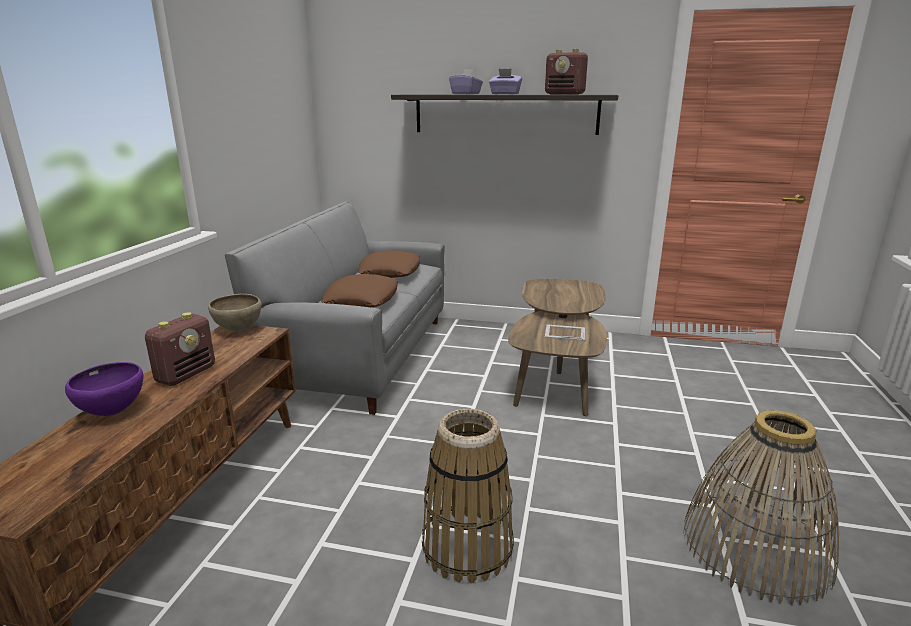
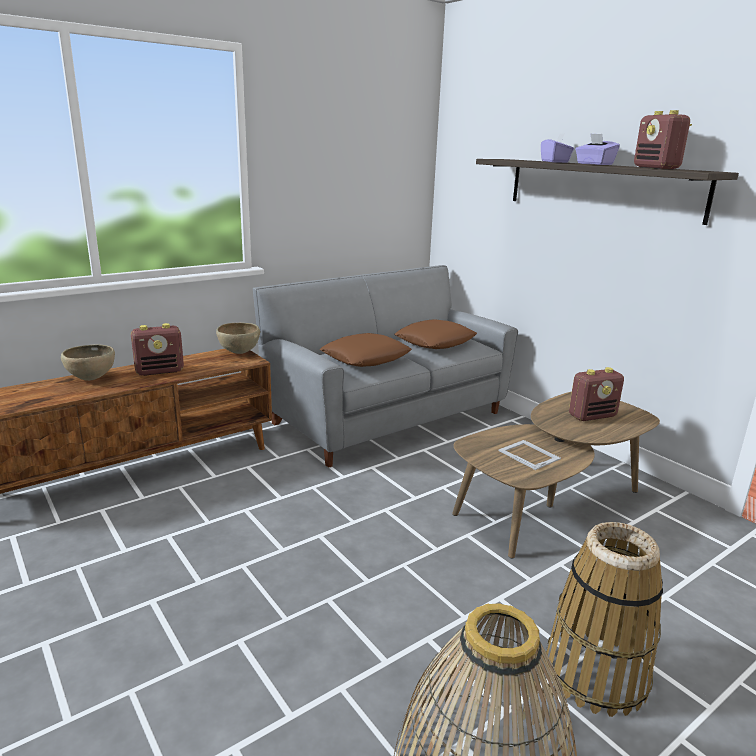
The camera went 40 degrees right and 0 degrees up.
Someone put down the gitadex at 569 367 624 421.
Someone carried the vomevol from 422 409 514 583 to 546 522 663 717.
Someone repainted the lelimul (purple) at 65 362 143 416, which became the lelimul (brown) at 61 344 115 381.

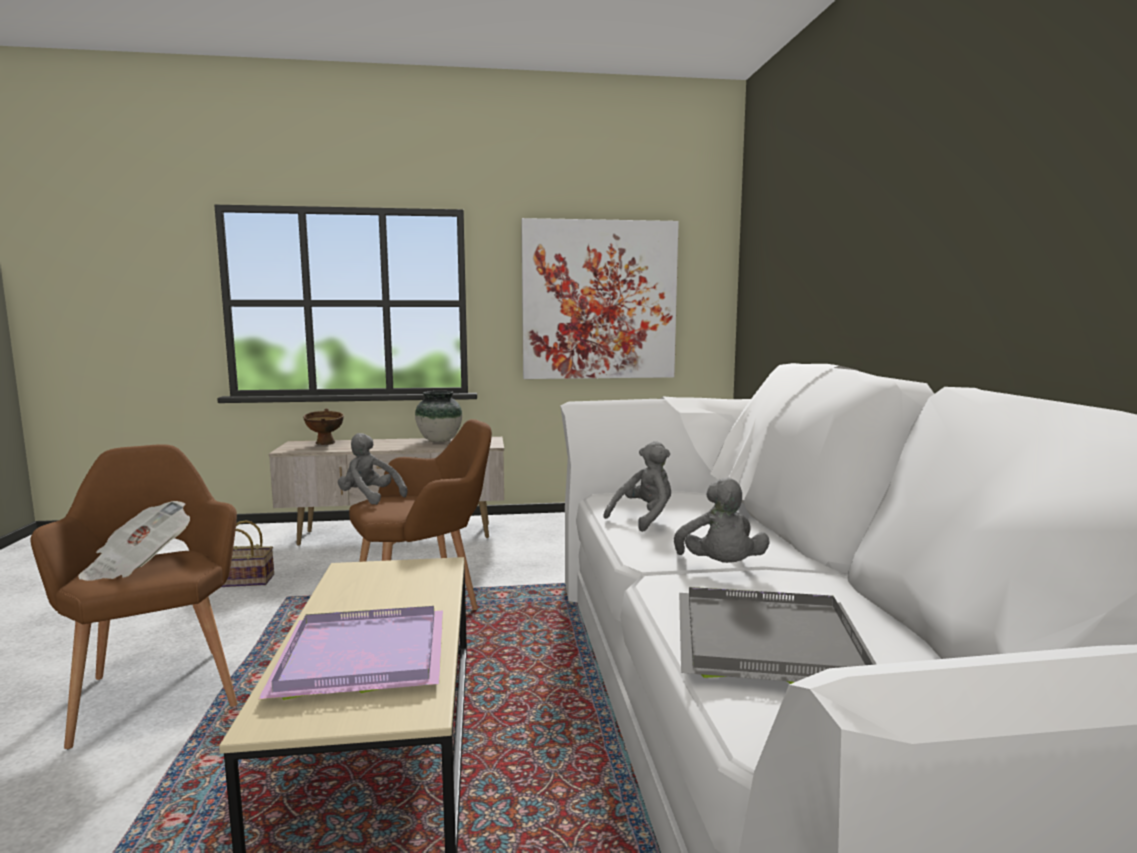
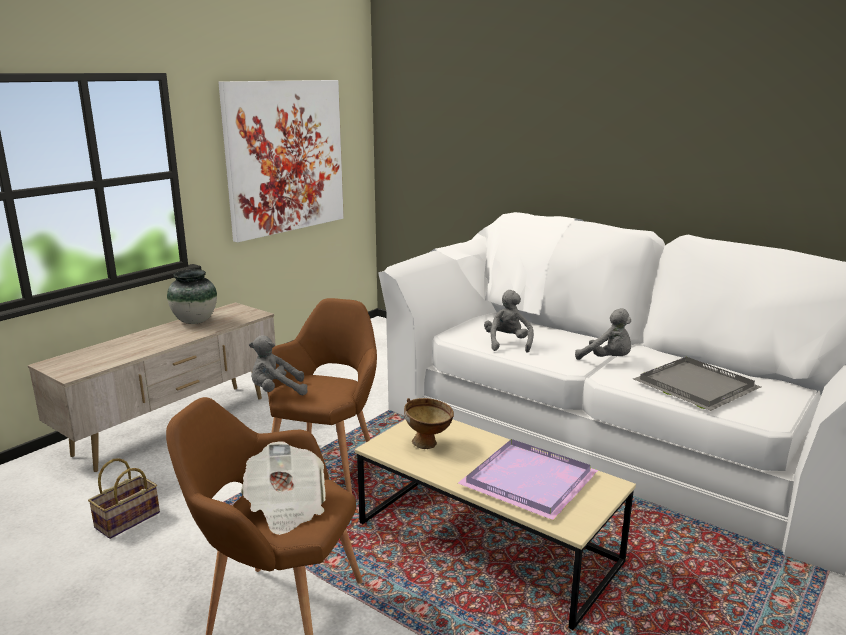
The camera went 45 degrees left and 10 degrees up.
Someone carried the lelimul (brown) from 303 409 344 445 to 404 398 454 449.

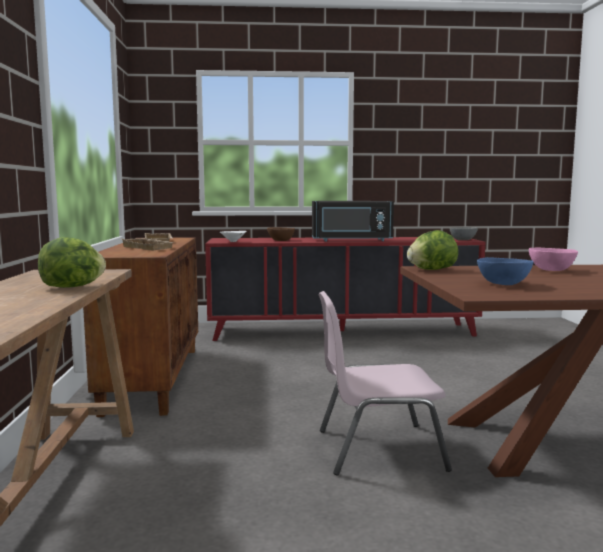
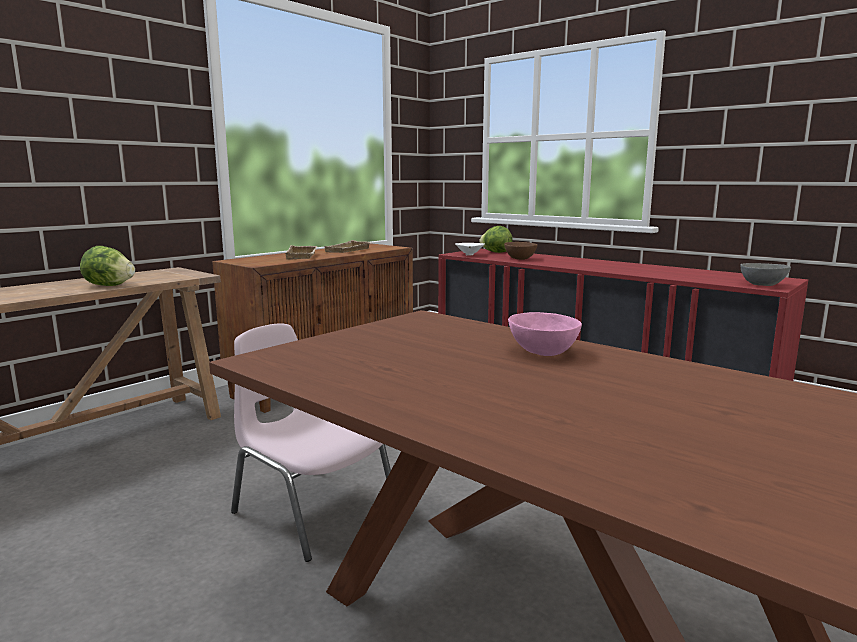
The camera went 45 degrees right and 5 degrees up.
Someone took away the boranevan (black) at 312 201 394 241.
Someone took away the lelimul (blue) at 477 257 533 285.
Someone carried the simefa from 407 230 458 270 to 479 226 513 253.

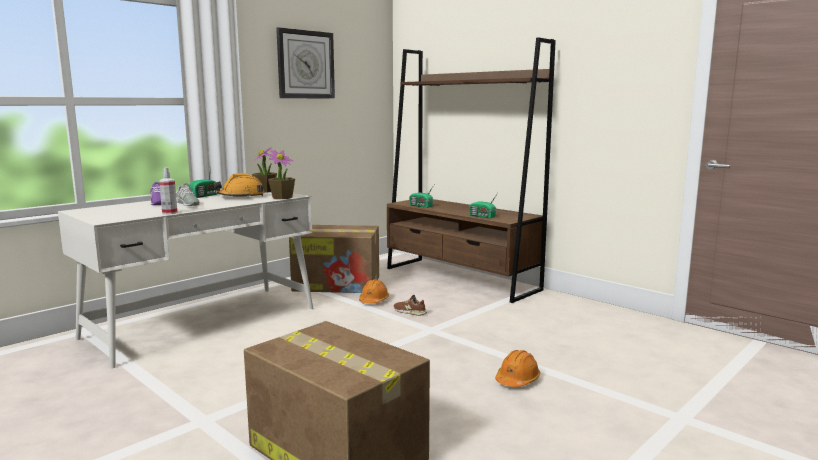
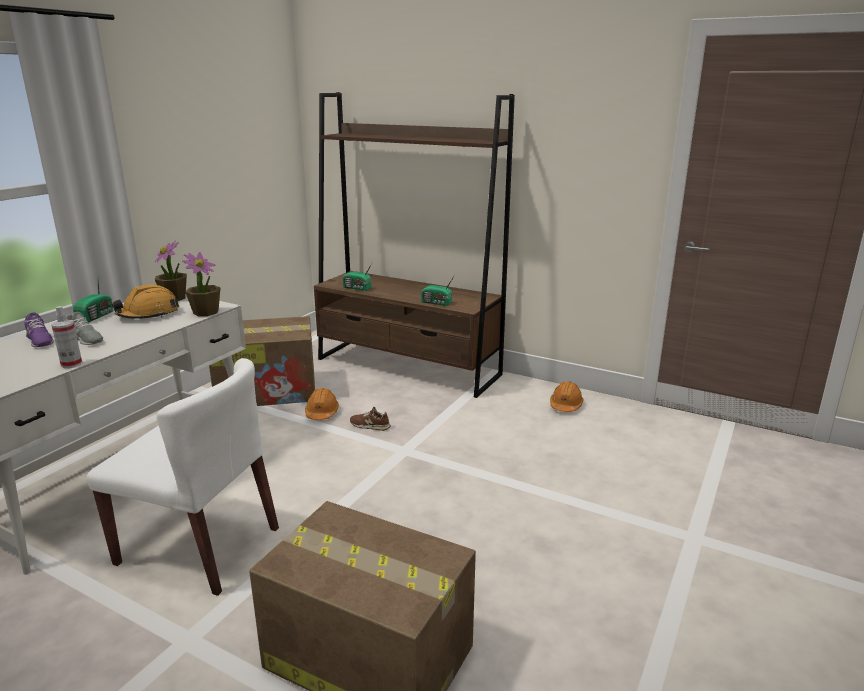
The camera went 15 degrees left and 10 degrees up.
Someone took away the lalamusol at 276 27 335 99.
Someone put down the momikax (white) at 87 358 279 596.
Someone carried the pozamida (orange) from 495 350 540 387 to 550 381 583 412.

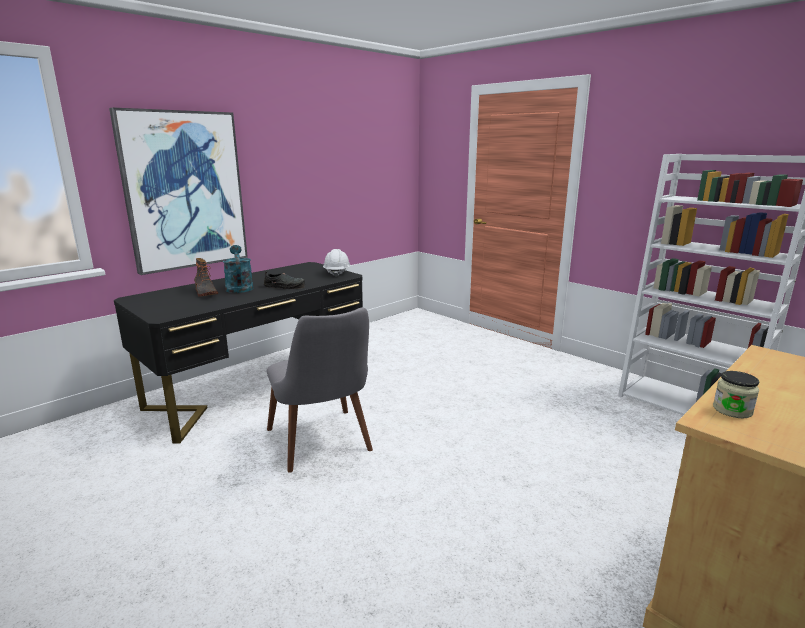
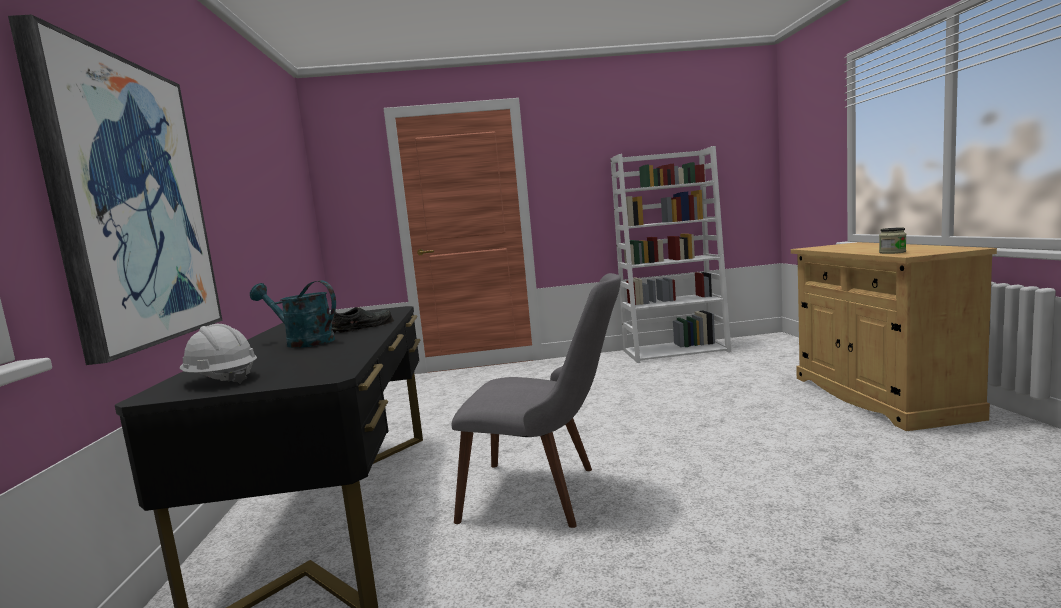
The camera went 50 degrees left and 10 degrees down.
Someone took away the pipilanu at 194 258 218 297.
Someone carried the pozamida (white) from 323 249 351 277 to 180 324 257 384.

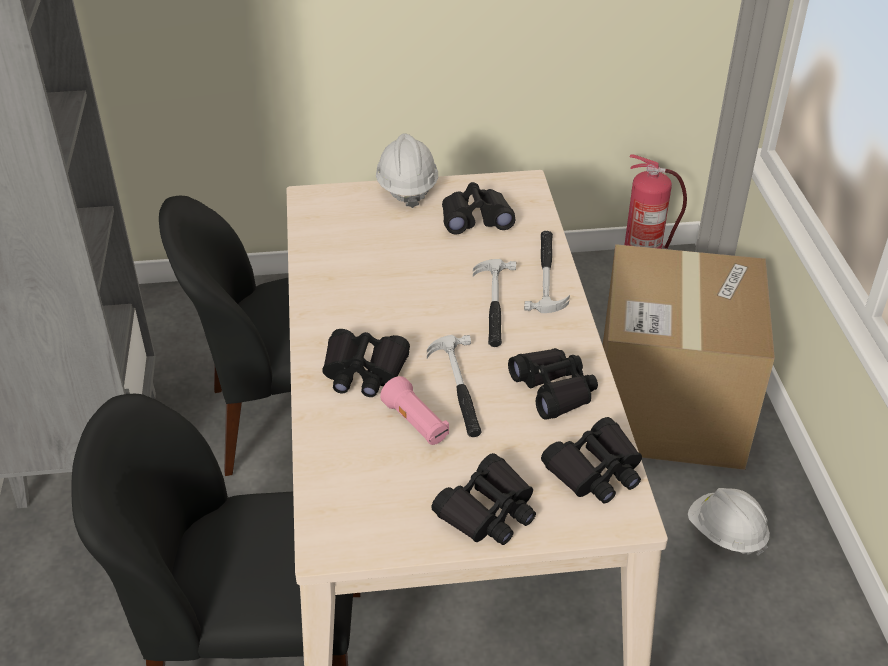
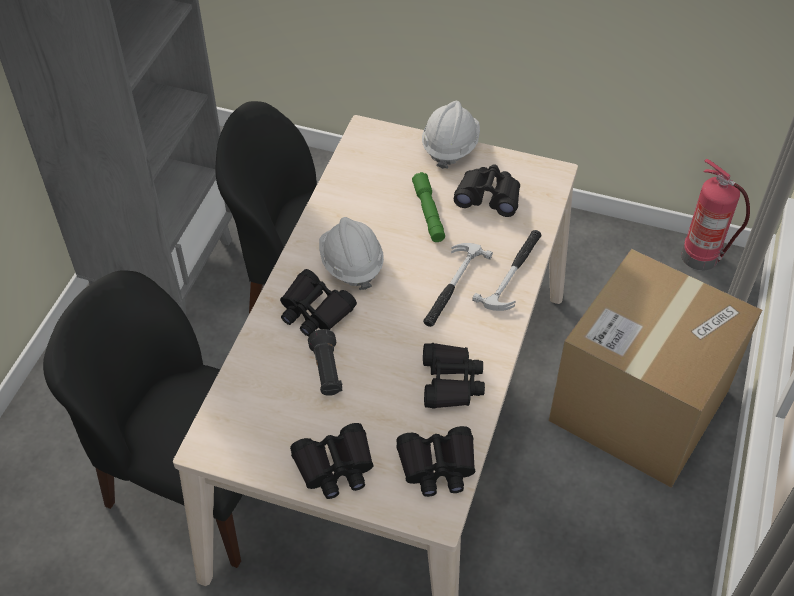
The camera went 25 degrees right and 10 degrees up.
Someone took away the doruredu at 427 335 482 437.
Someone put down the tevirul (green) at 412 172 445 242.
Someone carried the pozamida (white) from 688 488 770 556 to 319 217 384 290.
Someone repainted the tevirul (pink) at 380 376 449 445, which became the tevirul (black) at 308 329 343 396.

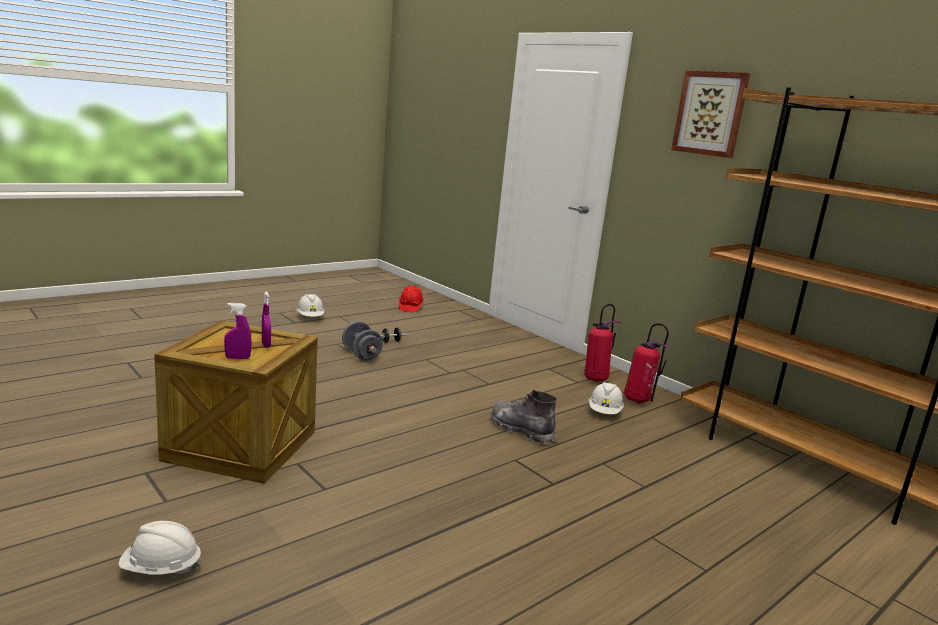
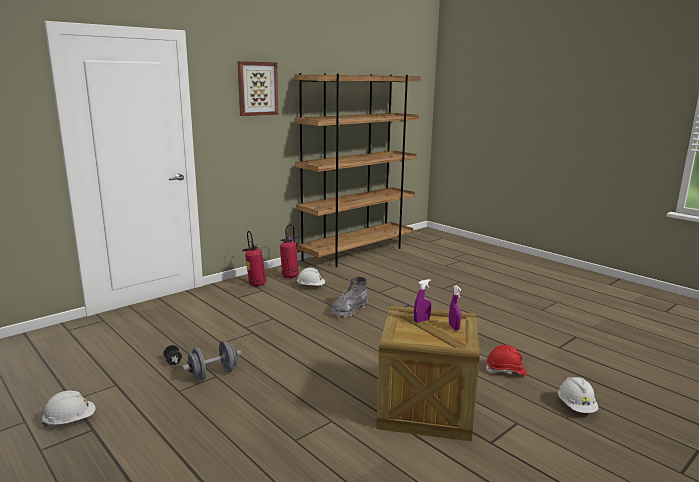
The camera went 90 degrees left and 0 degrees up.
Someone carried the pozamida (red) from 399 286 424 312 to 486 345 527 376.

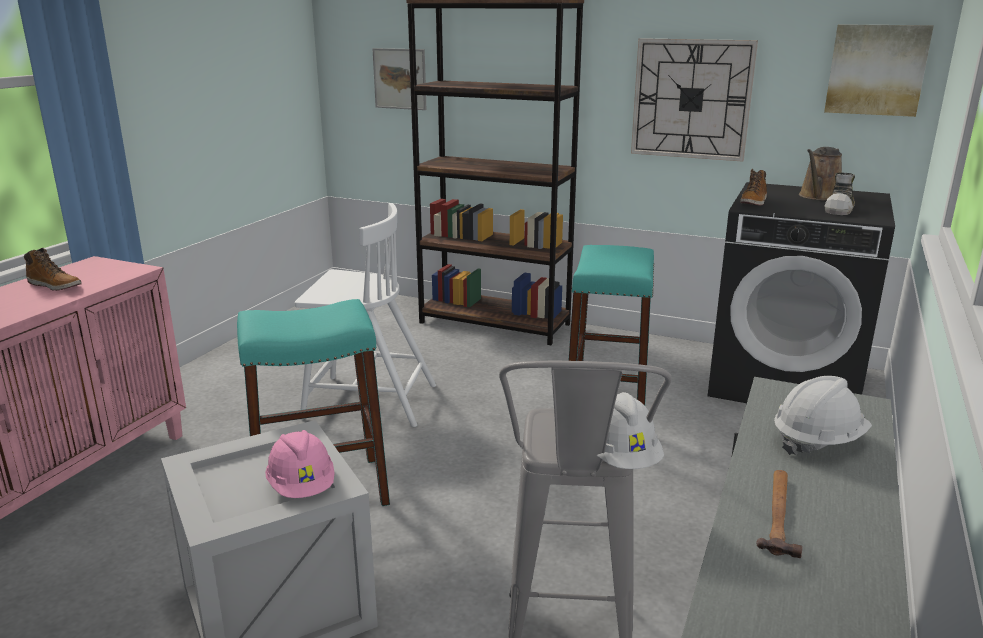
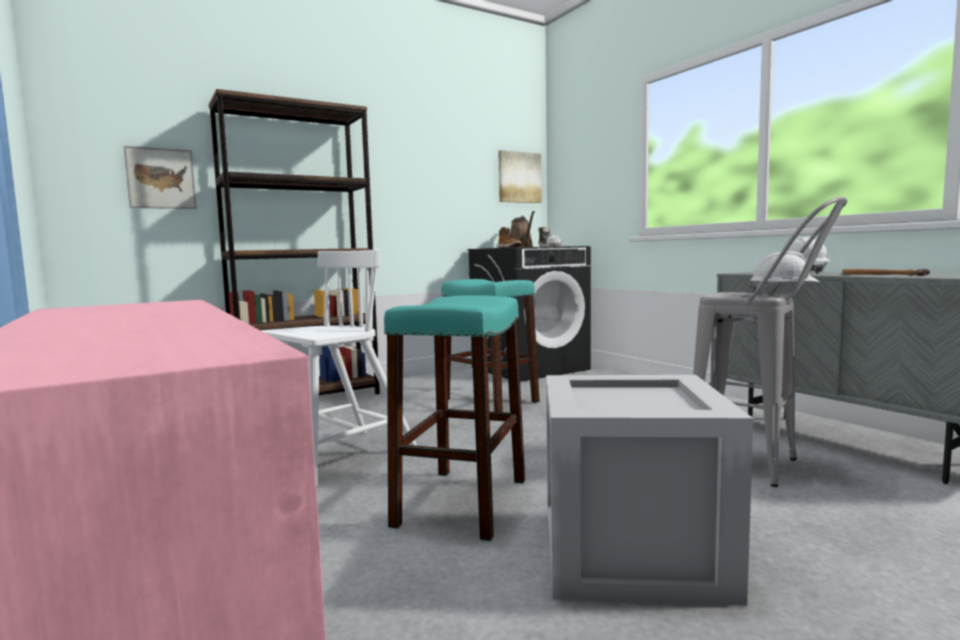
The camera went 55 degrees left and 15 degrees down.
Someone took away the pipilanu at 24 248 82 291.
Someone took away the pozamida (pink) at 265 430 335 498.
Someone took away the lalamusol at 631 38 758 162.

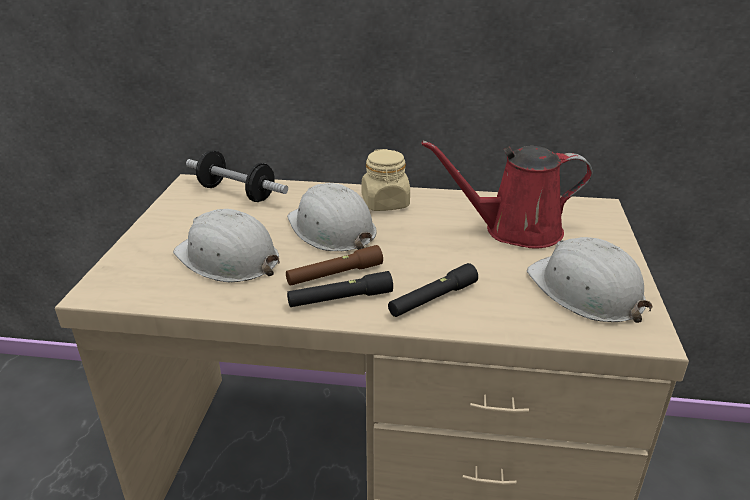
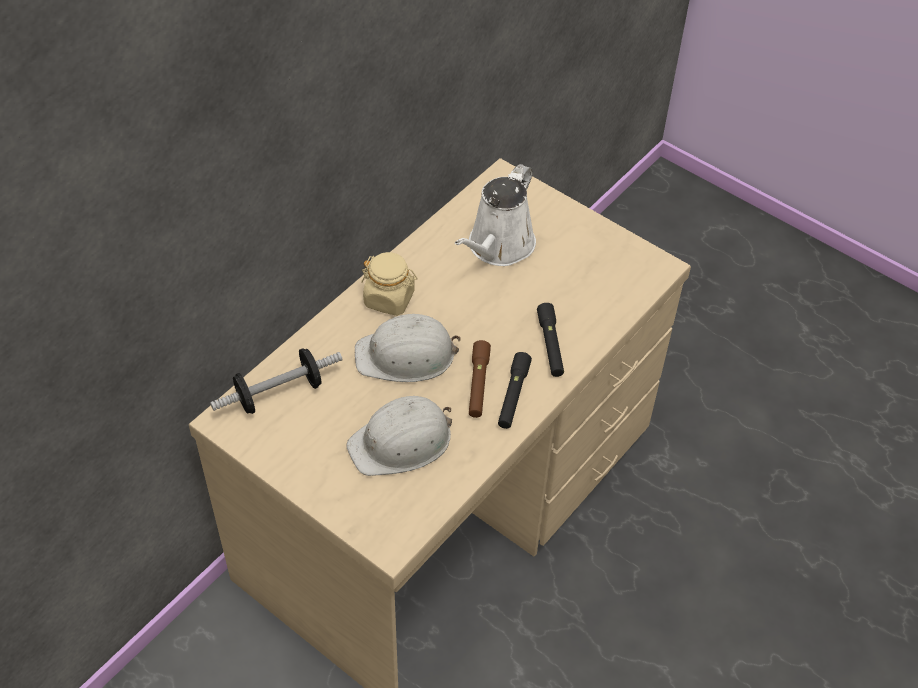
The camera went 60 degrees left and 20 degrees up.
Someone took away the pozamida (white) at 527 237 653 323.
Someone repainted the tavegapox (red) at 421 141 593 249, which became the tavegapox (white) at 455 164 536 266.

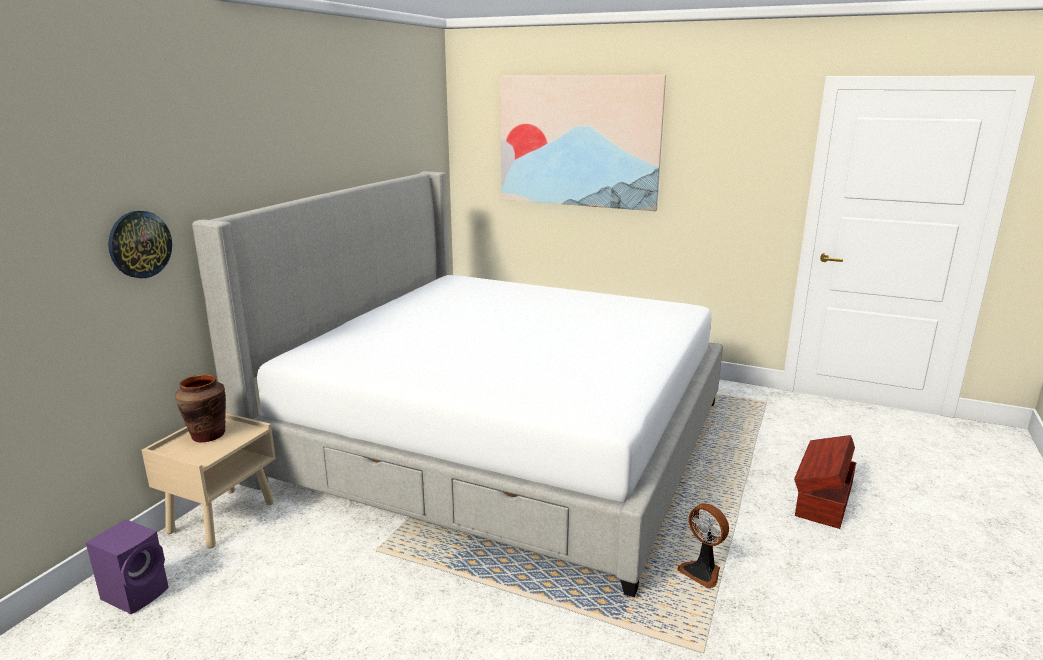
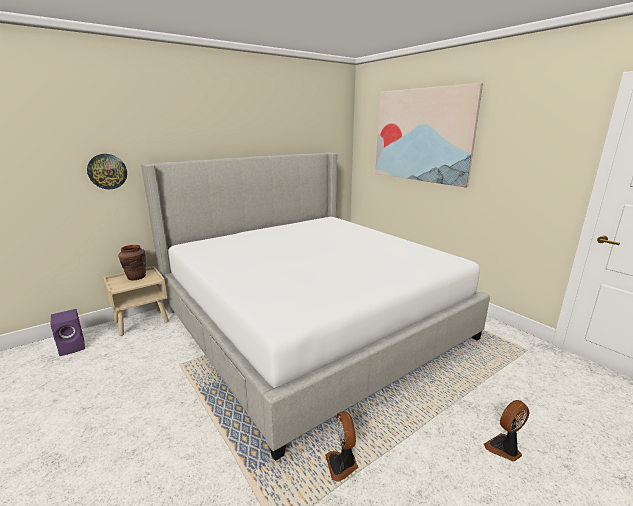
The camera went 30 degrees right and 0 degrees up.
Someone swapped the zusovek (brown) at 794 435 856 529 for the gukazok at 484 400 529 462.

